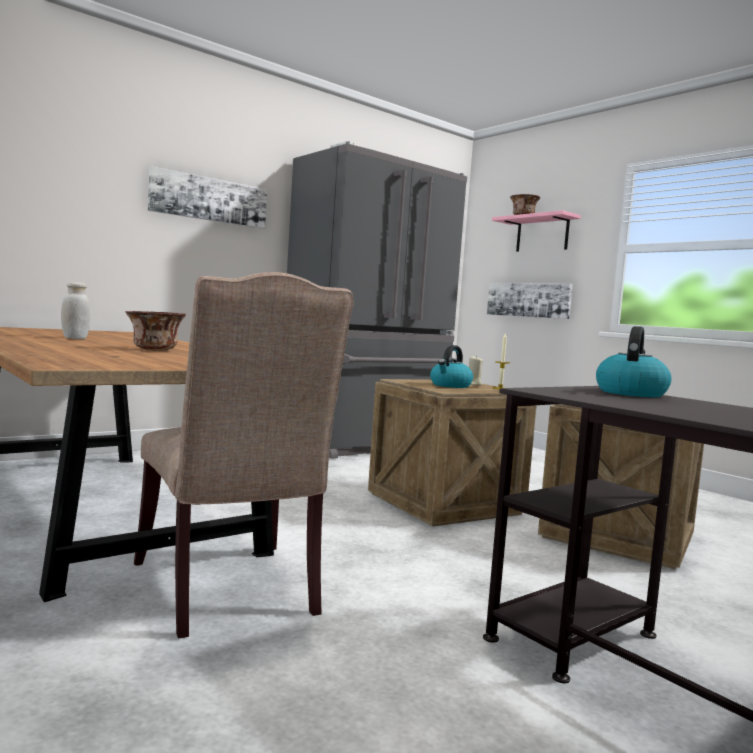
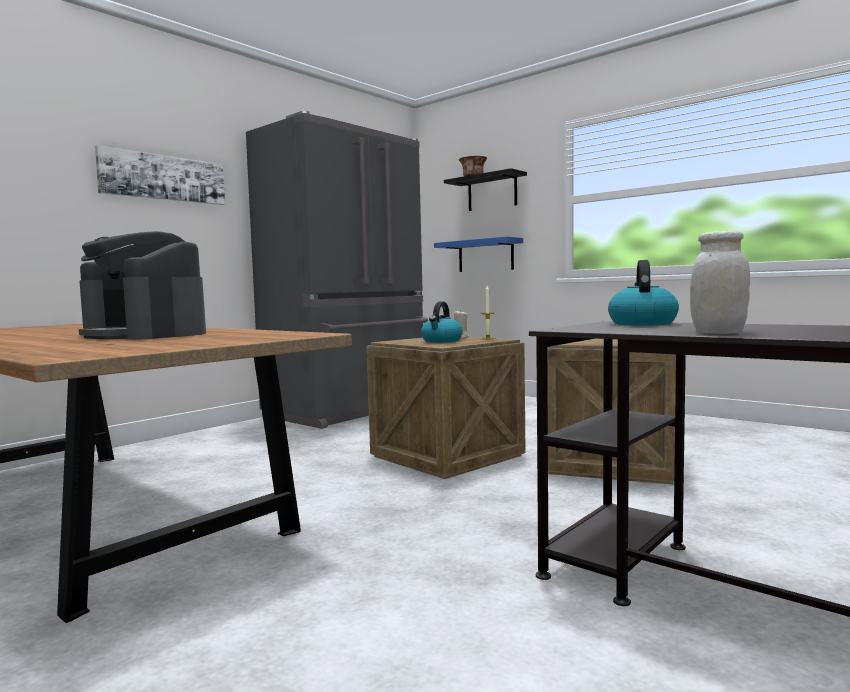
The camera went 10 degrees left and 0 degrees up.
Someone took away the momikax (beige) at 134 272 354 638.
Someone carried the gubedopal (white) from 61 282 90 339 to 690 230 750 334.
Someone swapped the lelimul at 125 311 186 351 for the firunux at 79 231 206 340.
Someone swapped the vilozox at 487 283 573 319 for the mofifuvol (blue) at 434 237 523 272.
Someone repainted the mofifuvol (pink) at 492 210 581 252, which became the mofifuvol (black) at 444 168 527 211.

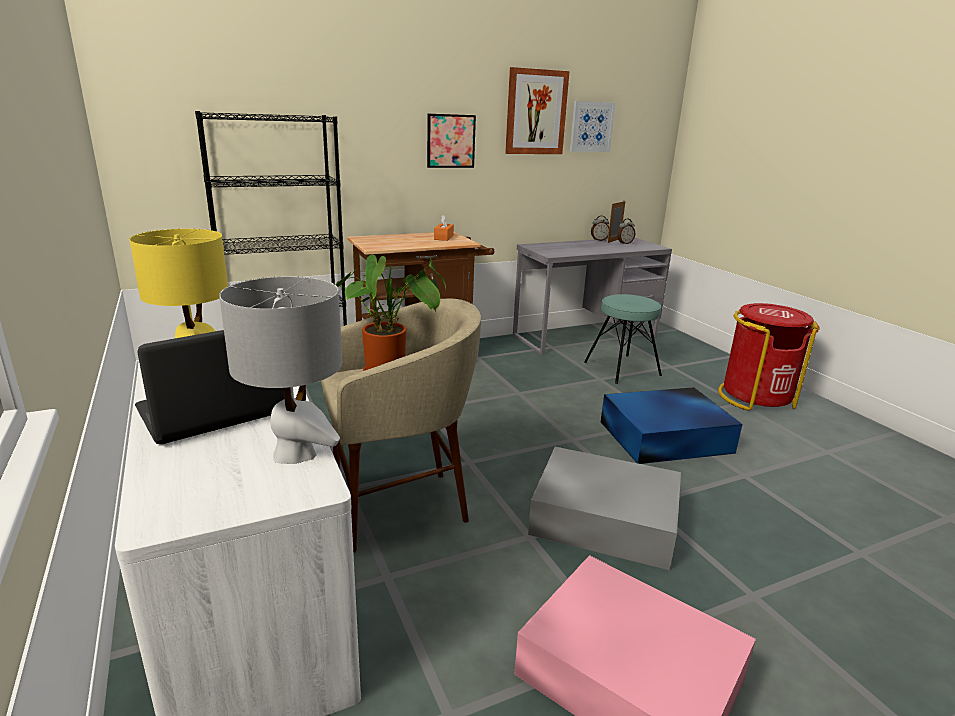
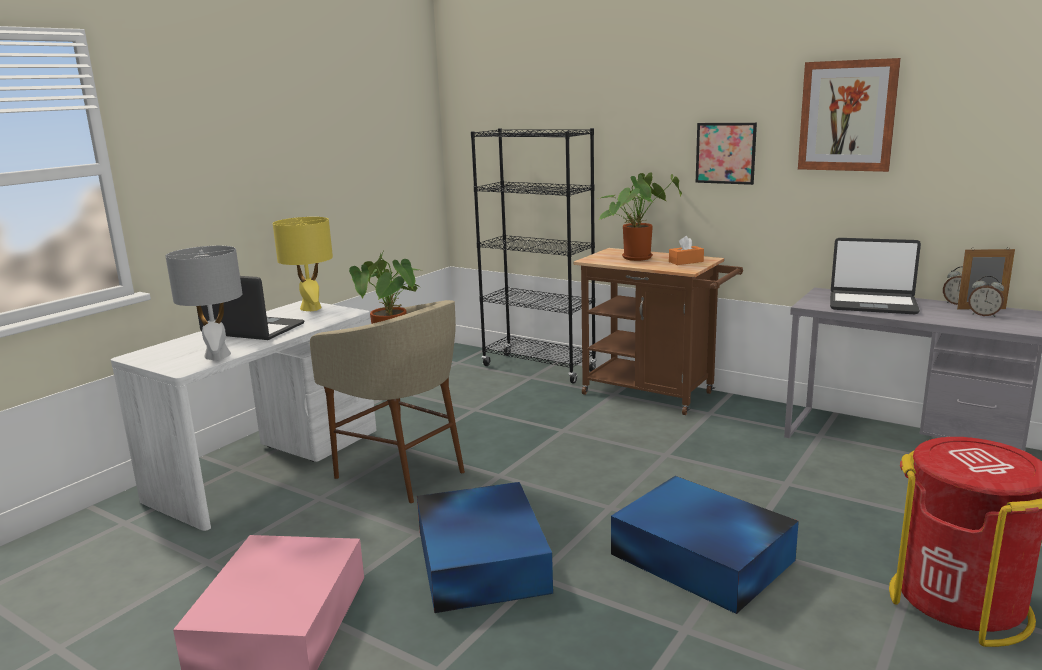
The camera went 60 degrees right and 5 degrees down.
Someone took away the vilozox at 570 101 615 152.
Someone took away the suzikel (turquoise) at 584 294 662 384.
Someone put down the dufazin at 599 172 682 261.
Someone put down the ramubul at 830 238 921 314.
Someone repainted the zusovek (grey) at 528 447 681 570, which became the zusovek (blue) at 417 482 553 613.

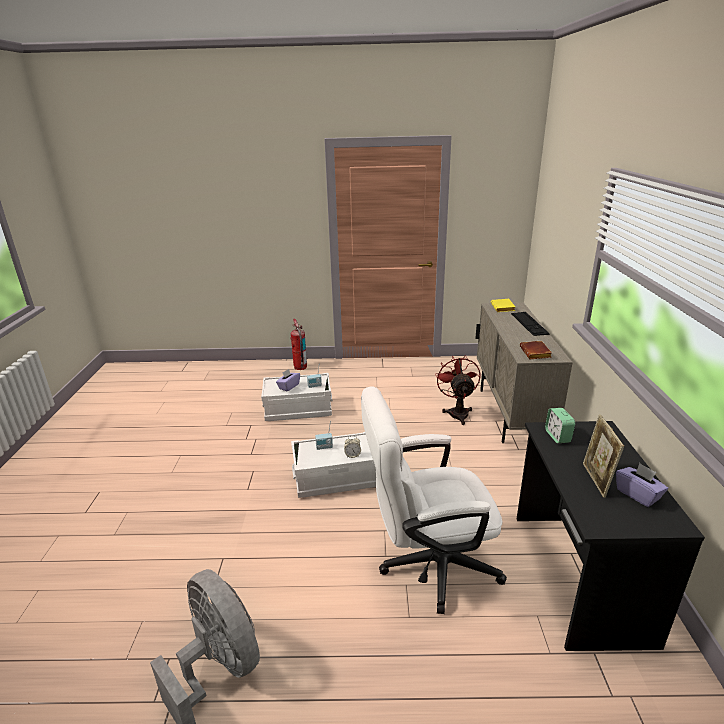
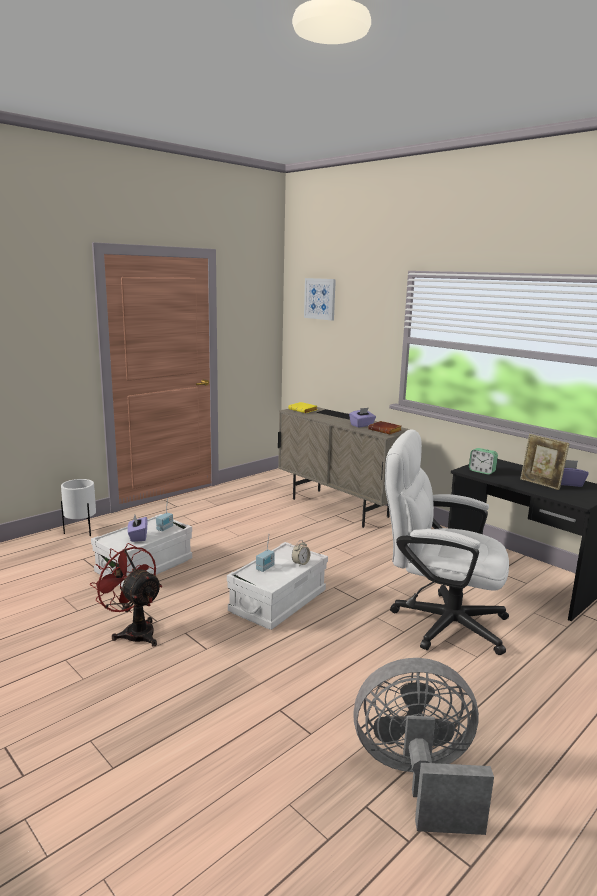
The camera went 45 degrees left and 10 degrees down.
Someone put up the vilozox at 304 278 336 321.
Someone put down the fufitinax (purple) at 349 408 376 427.
Someone carried the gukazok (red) from 435 355 481 425 to 90 543 162 647.
Someone swapped the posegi at 290 319 307 370 for the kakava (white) at 61 479 96 536.
Someone rotated the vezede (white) at 361 386 507 614 by 75 degrees clockwise.

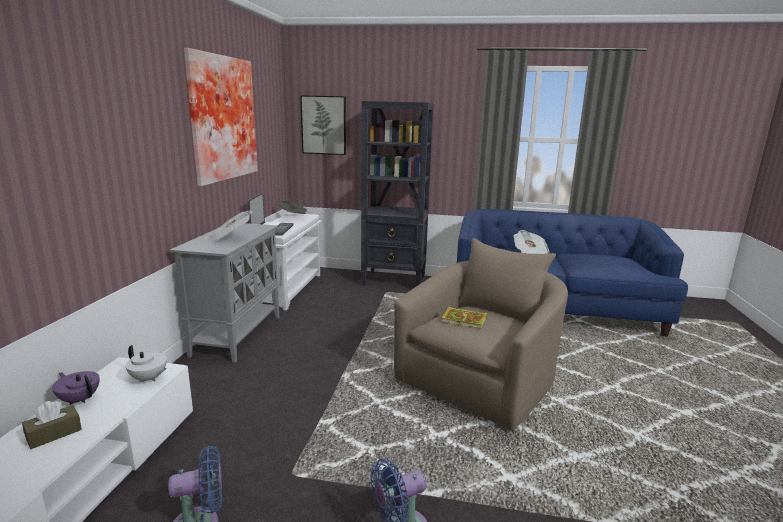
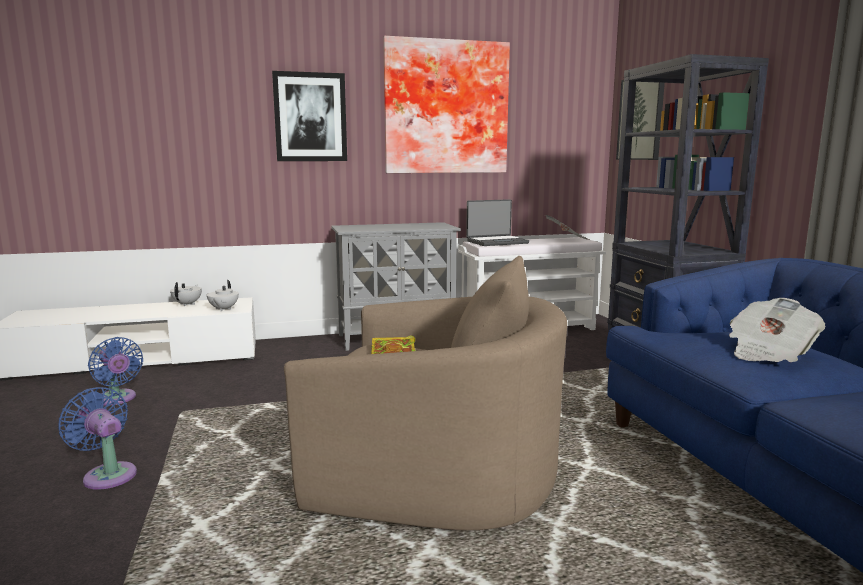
The camera went 65 degrees right and 5 degrees down.
Someone took away the fufitinax (brown) at 22 401 82 449.
Someone took away the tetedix at 205 210 253 241.
Someone put up the vilozox at 272 71 347 161.
Someone repainted the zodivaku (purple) at 52 371 100 405, which became the zodivaku (white) at 170 282 202 306.

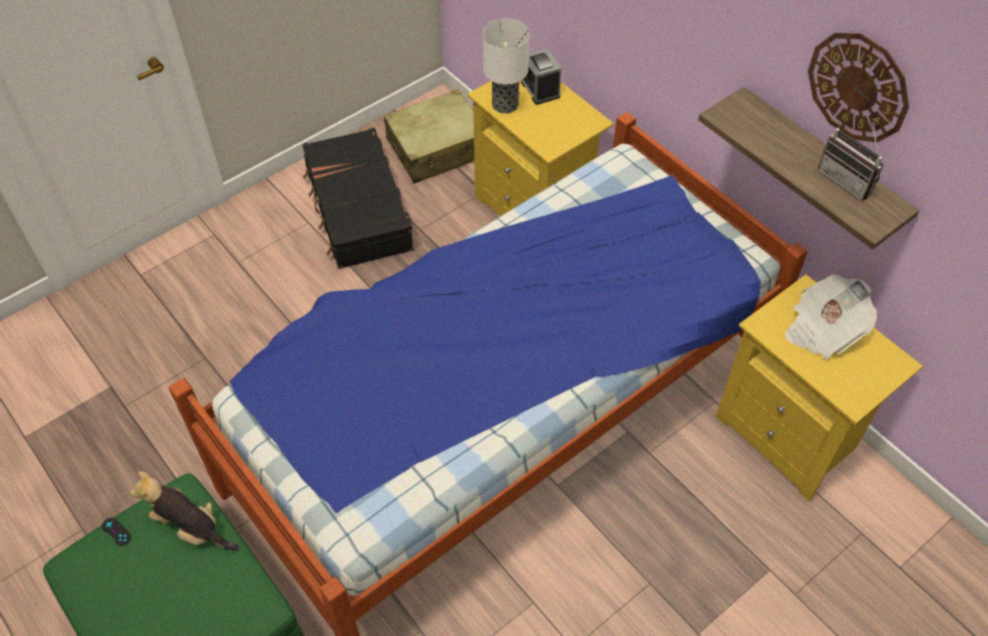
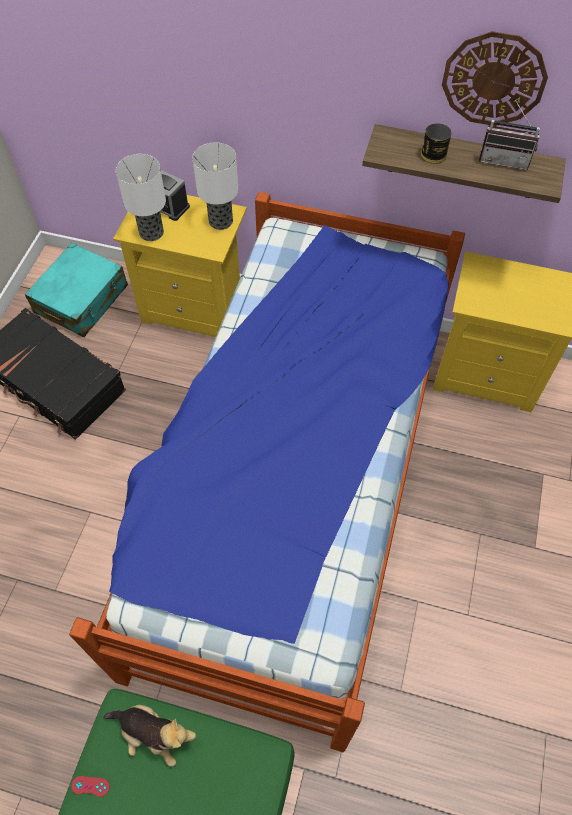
The camera went 35 degrees left and 5 degrees up.
Someone took away the tetedix at 785 274 877 359.
Someone put down the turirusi at 193 142 238 230.
Someone put down the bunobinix at 421 123 452 164.
Someone repainted the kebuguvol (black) at 102 518 131 546, which became the kebuguvol (red) at 72 776 110 797.
Someone repainted the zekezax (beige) at 384 89 474 184, which became the zekezax (turquoise) at 25 243 128 337.
Someone rotated the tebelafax at 130 471 239 550 by 150 degrees counterclockwise.

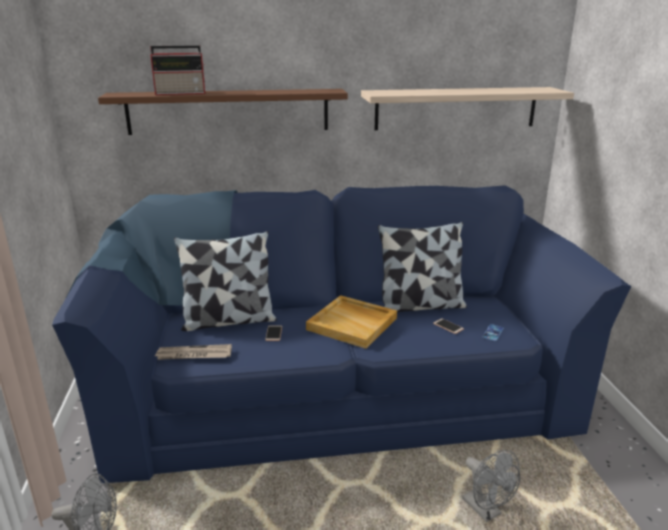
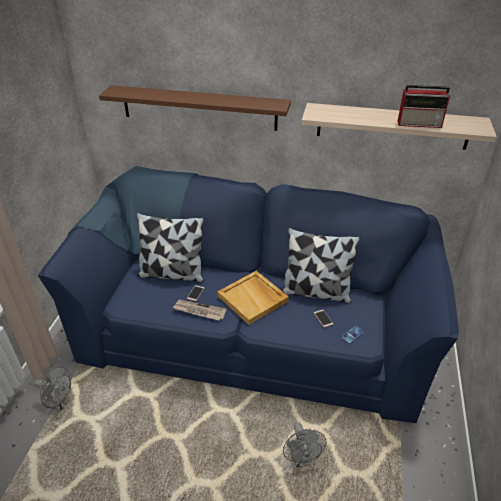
The camera went 20 degrees right and 15 degrees up.
Someone carried the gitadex from 150 45 205 95 to 398 85 450 128.
Someone carried the tetedix from 155 344 232 360 to 173 300 227 320.

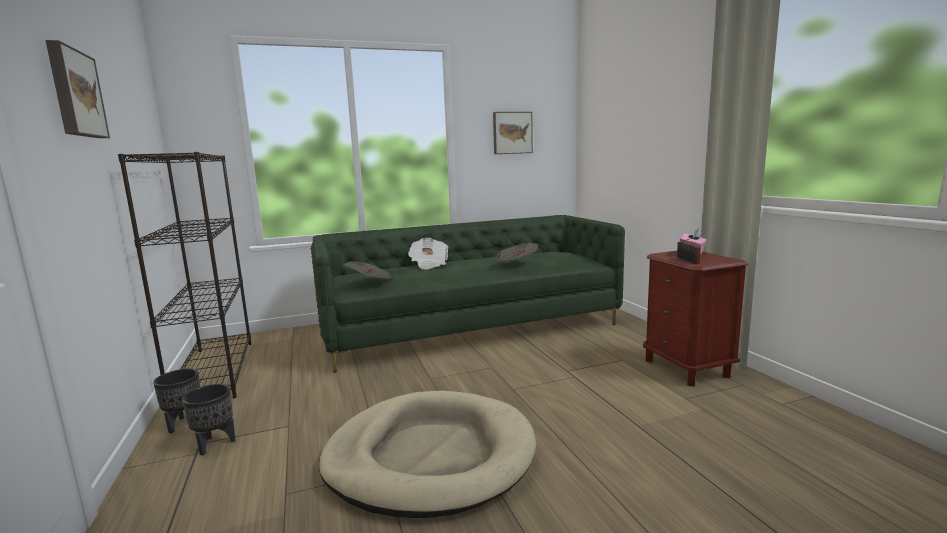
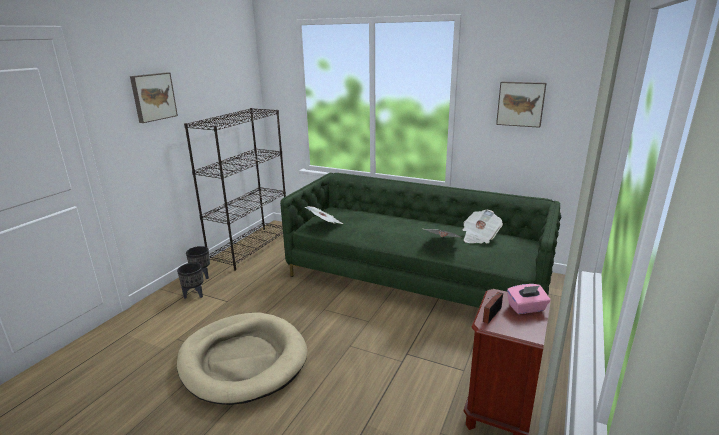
The camera went 45 degrees right and 10 degrees up.
Someone carried the tetedix from 408 238 448 270 to 463 210 503 243.

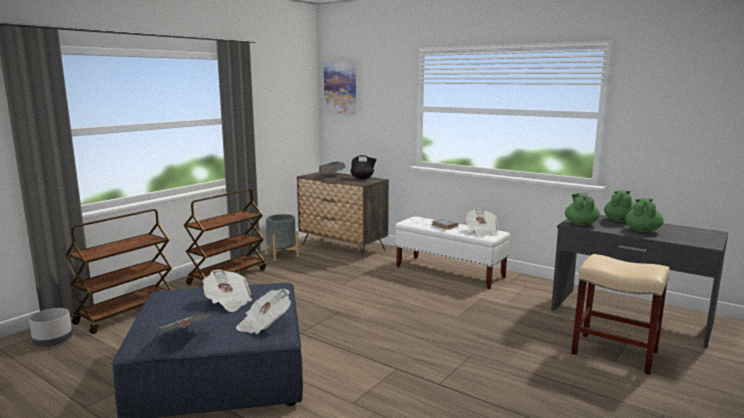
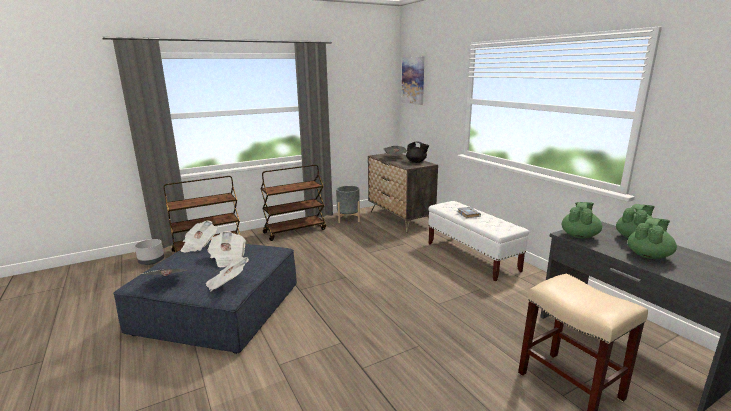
The camera went 25 degrees right and 5 degrees up.
Someone carried the tetedix from 465 208 498 236 to 181 221 217 252.

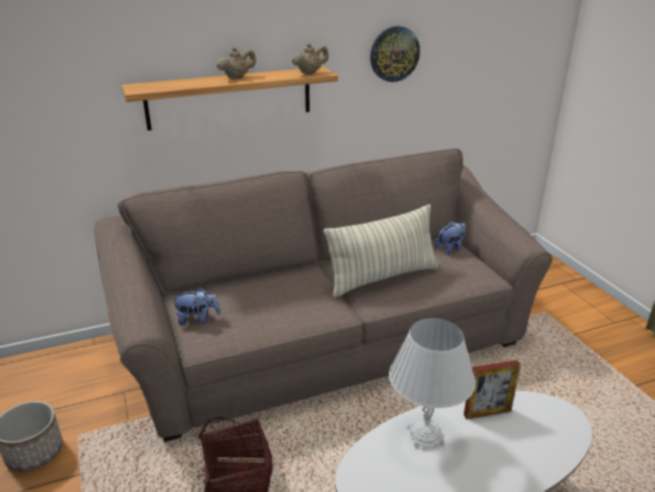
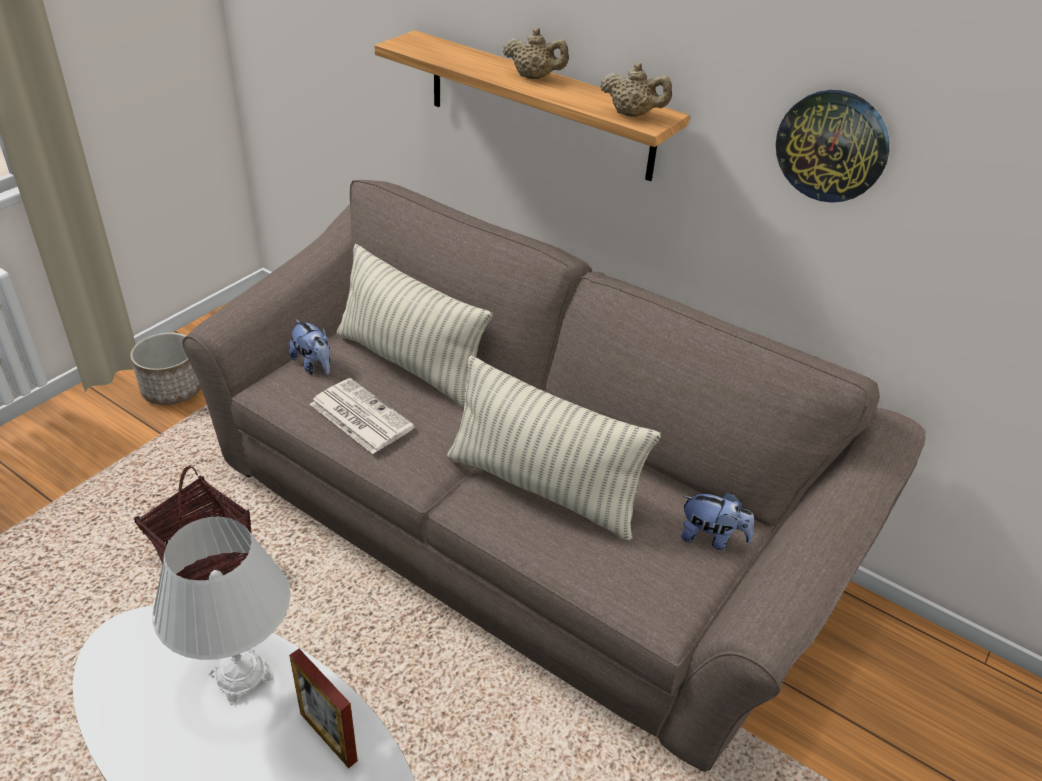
The camera went 55 degrees right and 10 degrees up.
Someone put down the tetedix at 310 378 415 454.
Someone put down the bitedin at 337 244 492 409.

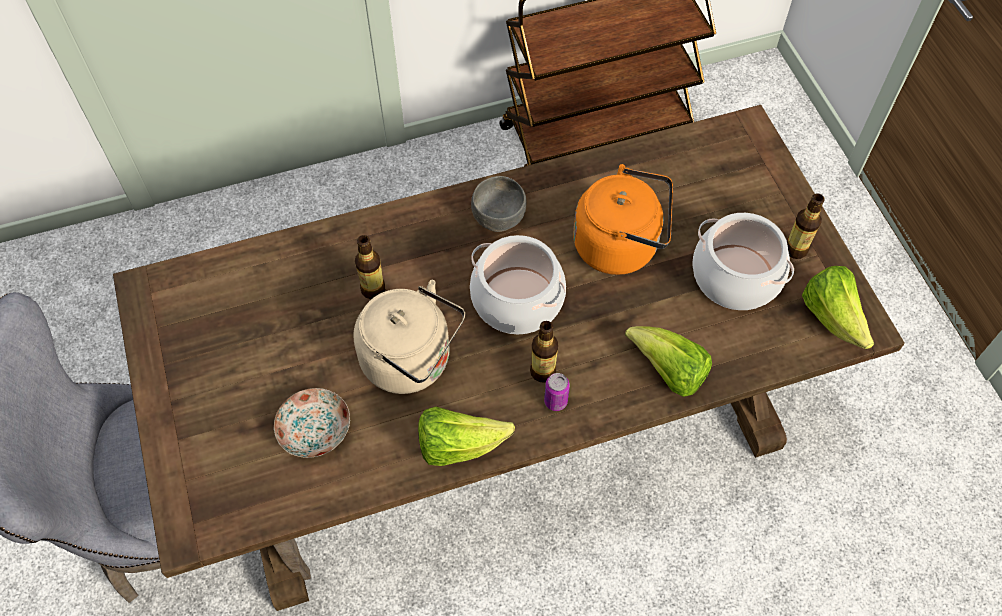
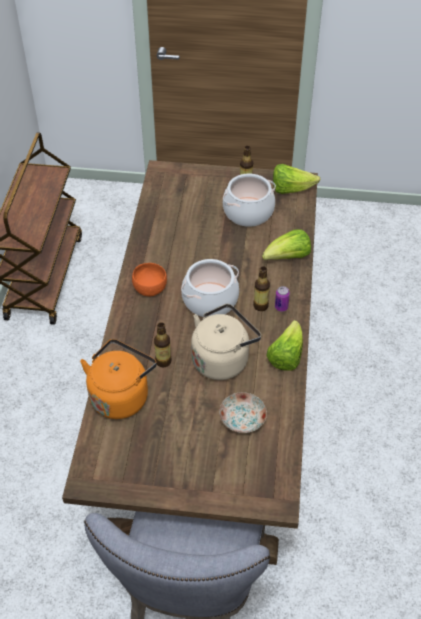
The camera went 65 degrees left and 10 degrees down.
Someone carried the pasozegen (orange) from 573 164 673 275 to 80 339 157 419.
Someone repainted the lelimul (grey) at 471 176 526 232, which became the lelimul (orange) at 132 263 167 296.

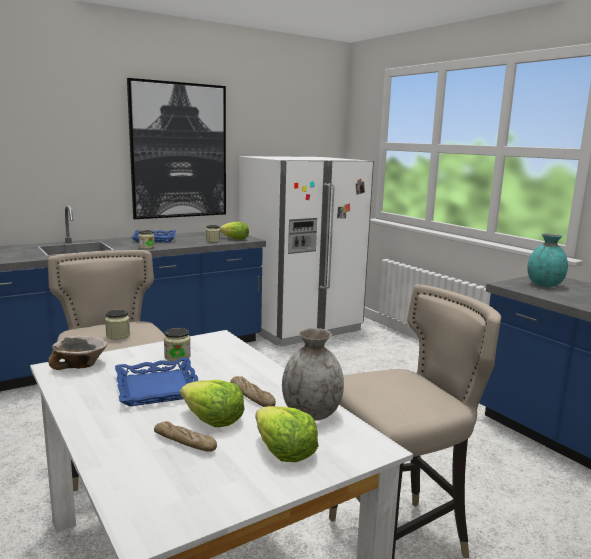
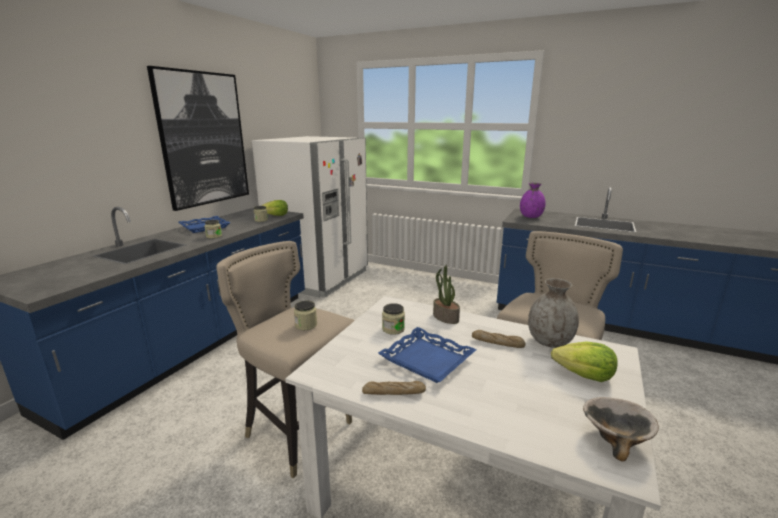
The camera went 30 degrees left and 5 degrees up.
Someone took away the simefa at 180 380 244 427.
Someone put down the dufazin at 433 264 460 324.
Someone carried the lelimul from 48 336 107 370 to 583 397 659 462.
Someone carried the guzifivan from 154 421 217 452 to 362 381 426 395.
Someone repainted the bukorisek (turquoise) at 527 234 568 287, which became the bukorisek (purple) at 520 182 546 218.

